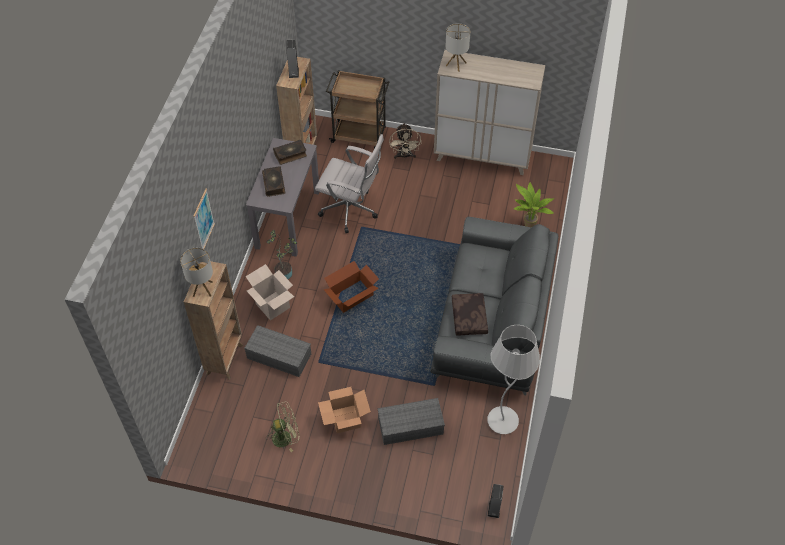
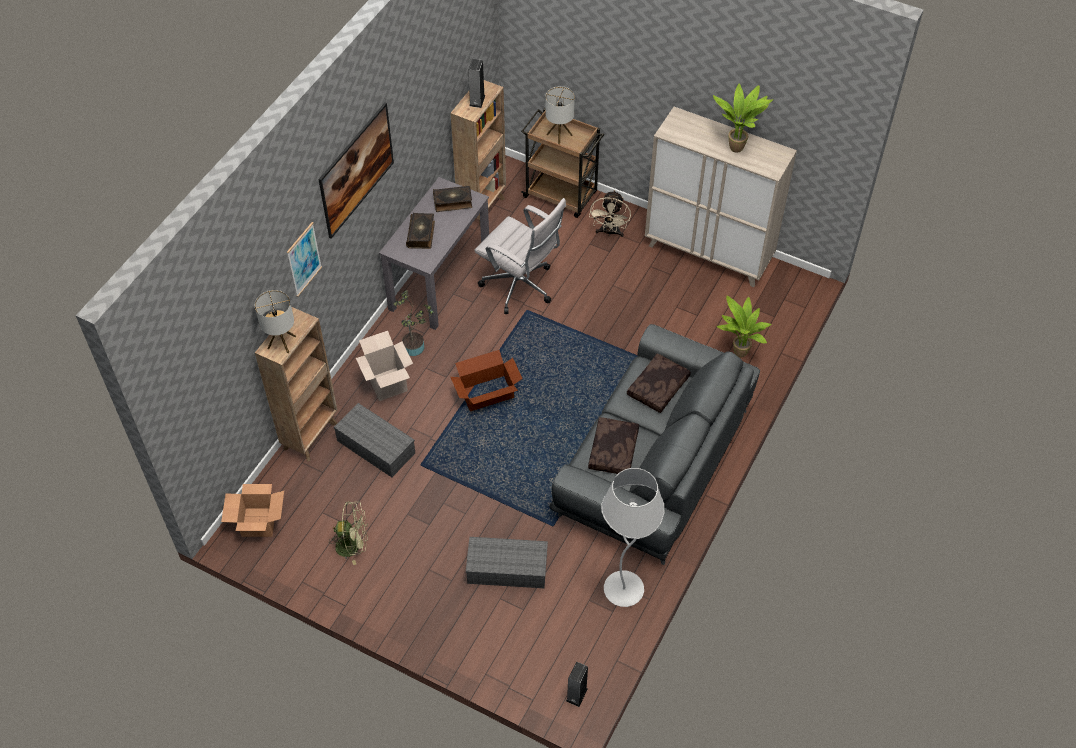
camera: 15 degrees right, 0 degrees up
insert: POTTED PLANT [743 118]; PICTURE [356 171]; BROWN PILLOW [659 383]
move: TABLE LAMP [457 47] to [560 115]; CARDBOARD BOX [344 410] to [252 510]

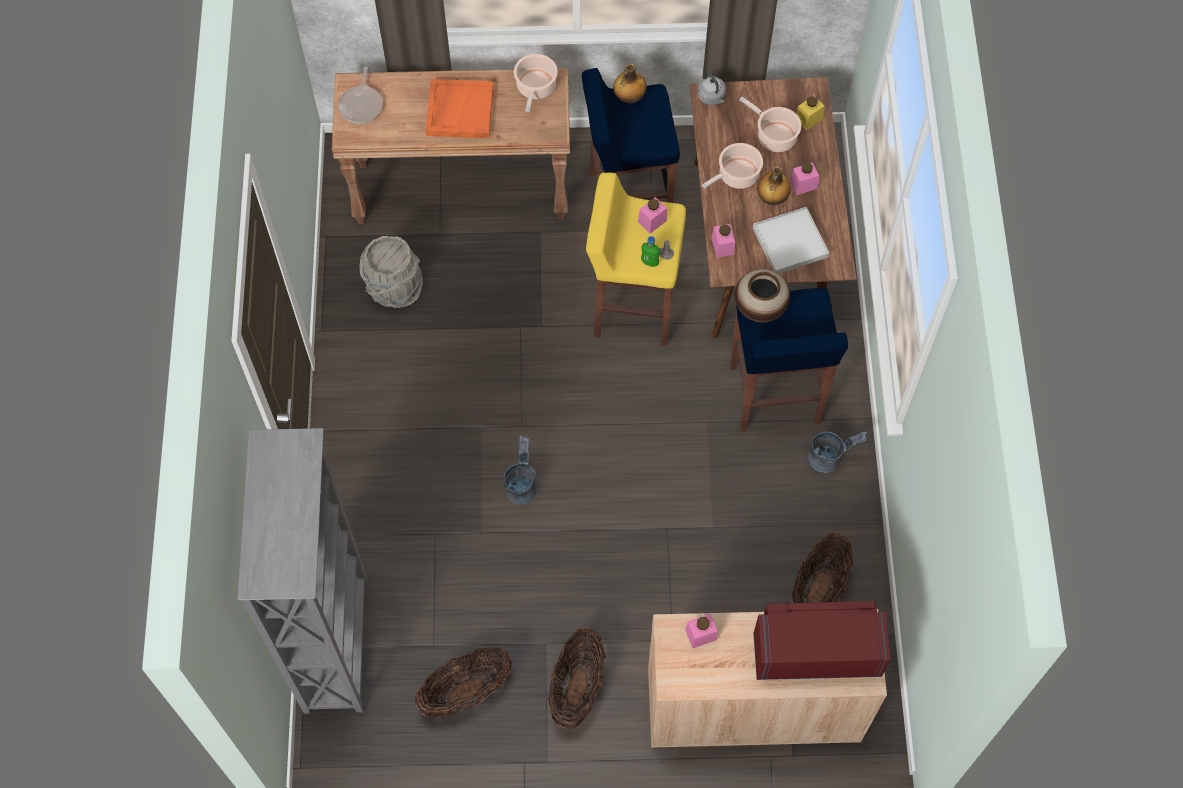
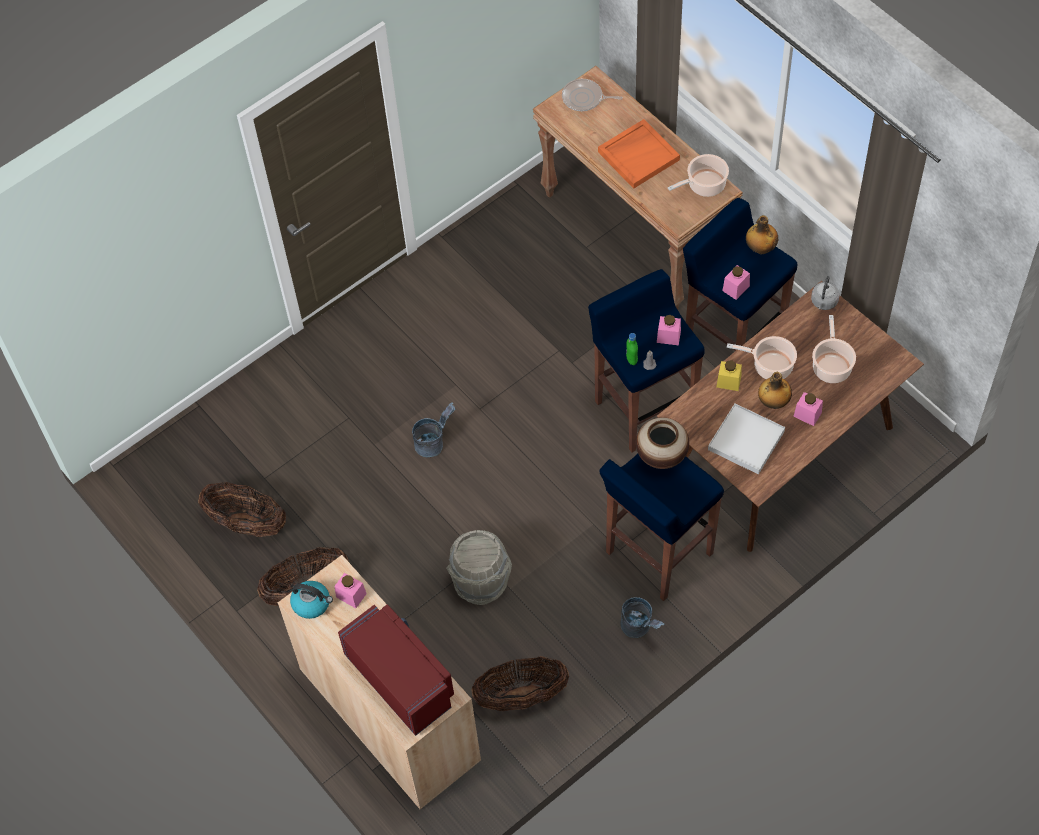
camera: 55 degrees right, 5 degrees down
delete: GREY BOOKCASE [302 571]
insert: KETTLE [311 600]
move: YELLOW JAR [810 113] to [729 375]; PINK JAR [723 241] to [736 282]; GREY BUCKET [391 272] to [479 567]
recolor: YELLOW STOOL [636 259] to BLUE STOOL [646 361]
rotate: FRYING PAN [360 95] = [592 95] 45 degrees clockwise

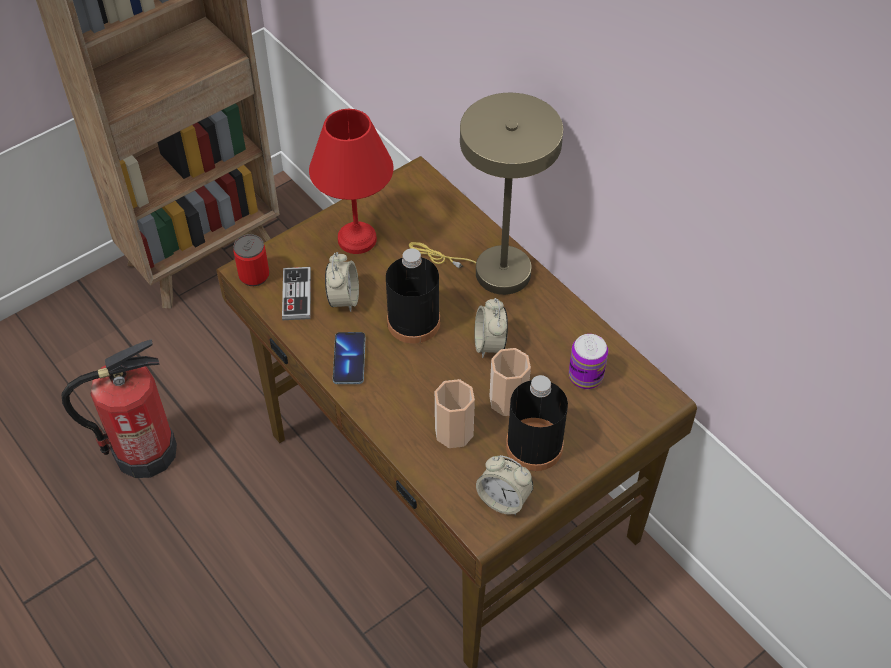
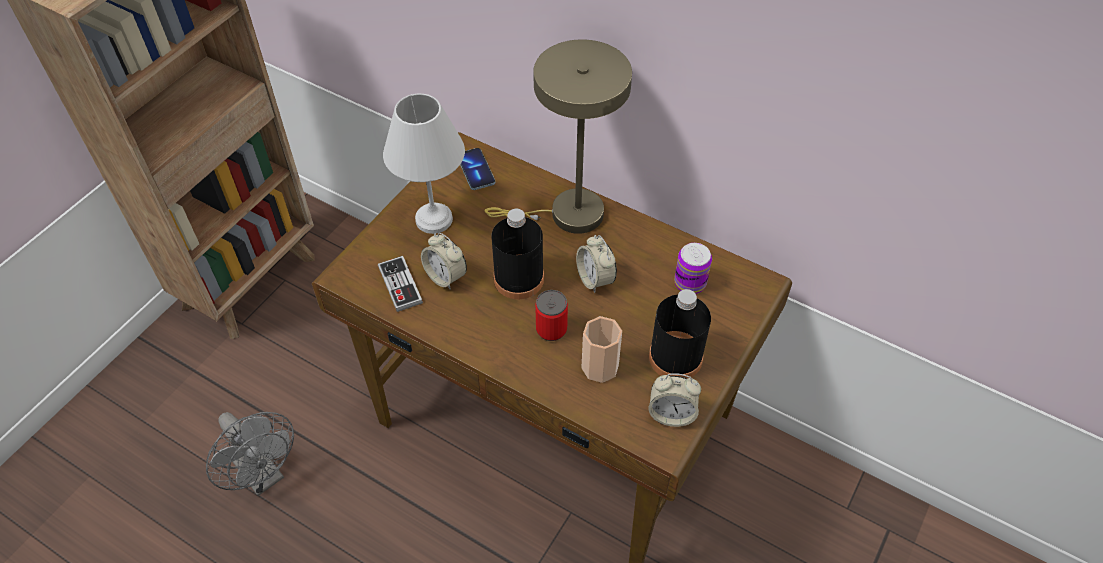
camera: 20 degrees left, 0 degrees up
delete: CUP [510 382]
move: CAN [251 260] to [551 315]; PHONE [349 358] to [477 169]
replace: FIRE EXTINGUISHER [119 408] to GREY FAN [250 454]
recolor: RED TABLE LAMP [351 181] to WHITE TABLE LAMP [424 164]
rotate: ALARM CLOCK [342 282] = [444 261] 150 degrees clockwise

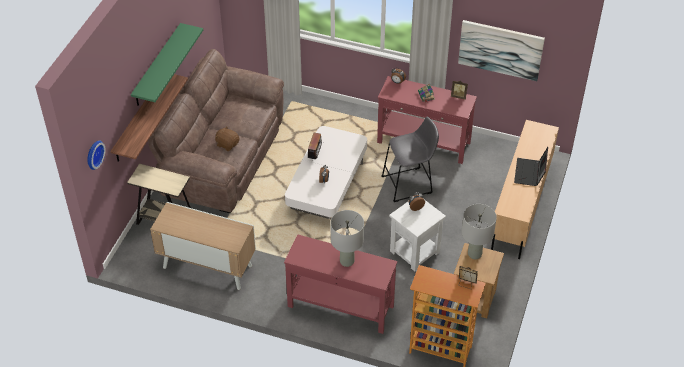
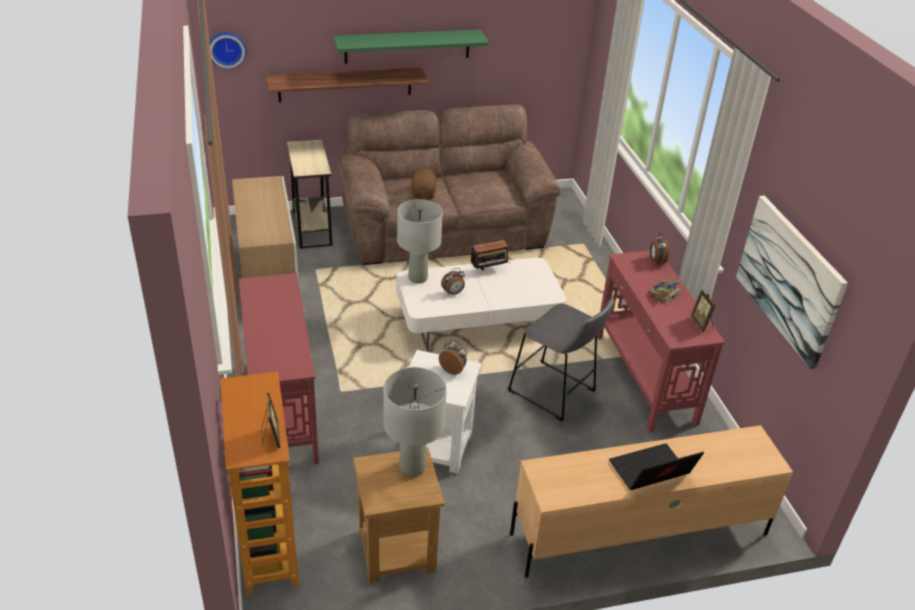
camera: 55 degrees right, 10 degrees down
move: GREY TABLE LAMP [347 238] to [420 241]

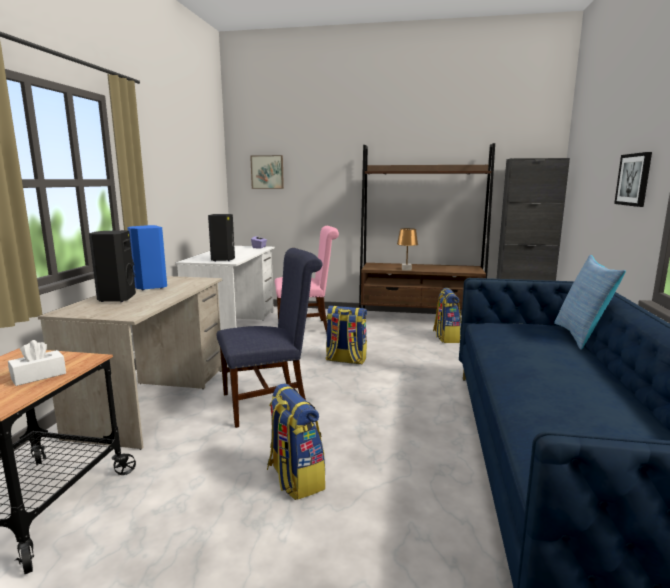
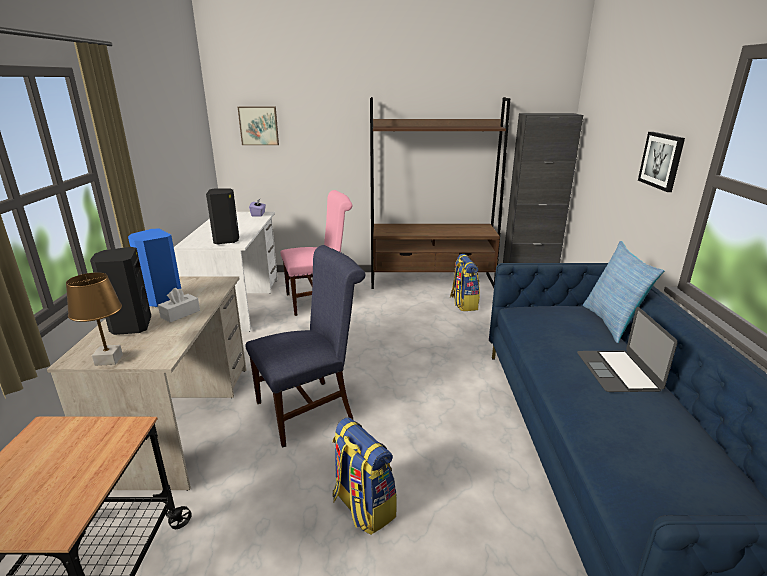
camera: 10 degrees left, 10 degrees up
delete: BACKPACK [346 335]
insert: LAPTOP [627 349]
move: BROWN TABLE LAMP [407 249] to [94 319]; WHITE TISSUE BOX [37 363] to [179 305]

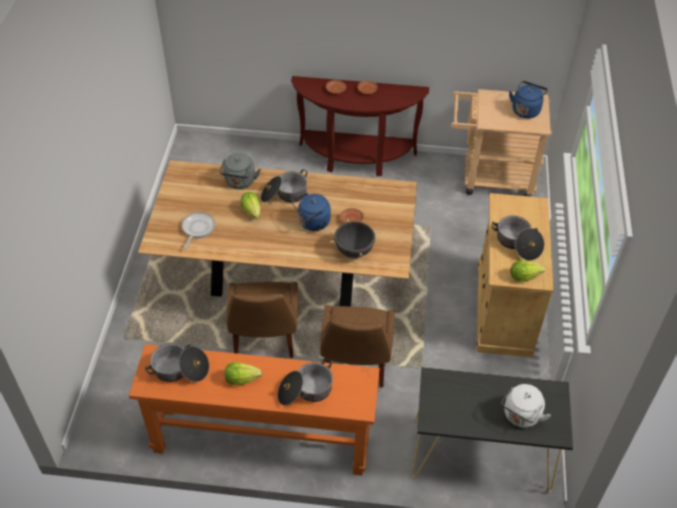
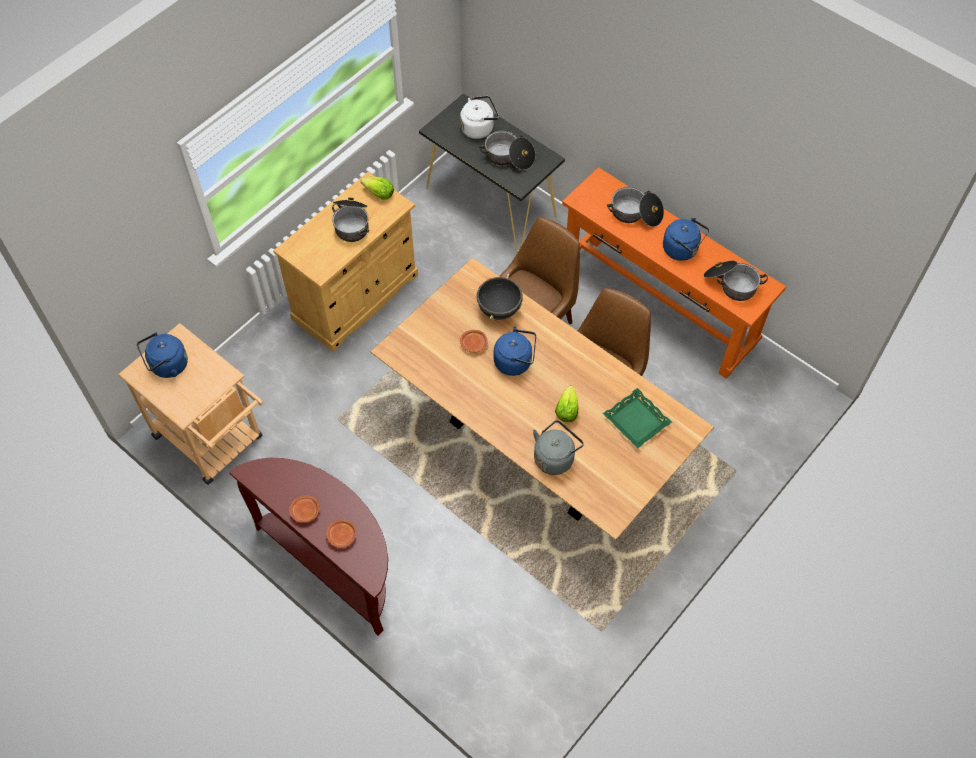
camera: 145 degrees left, 10 degrees up
move: COOKING POT [284 186] to [507 150]
replace: FRYING PAN [198 230] to GREEN TRAY [637 418]; LETTUCE [243 373] to BLUE KETTLE [686 239]

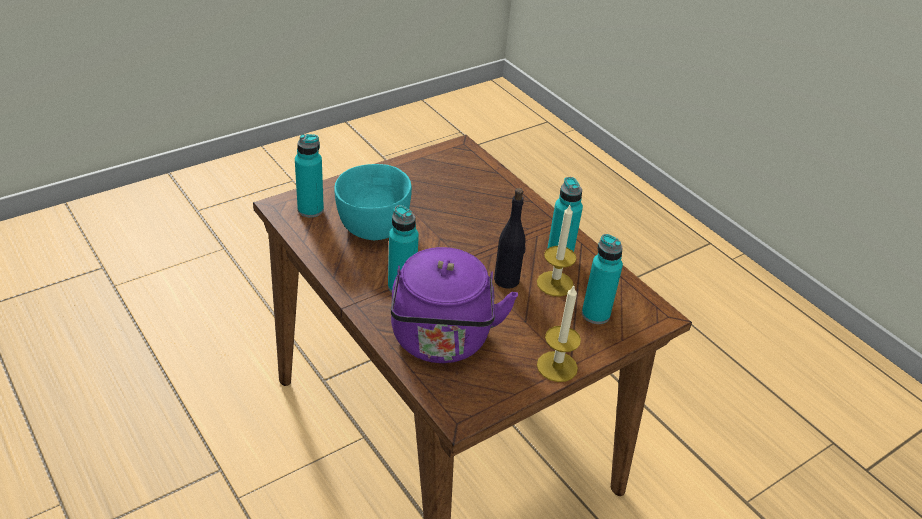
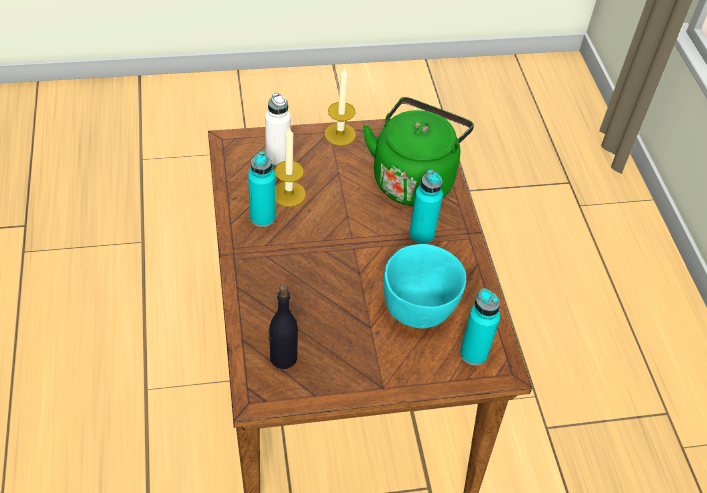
camera: 155 degrees left, 10 degrees up
move: BLACK BOTTLE [510 238] to [283 327]
recolor: TURQUOISE BOTTLE [602 279] to WHITE BOTTLE [278 130]; PURPLE KETTLE [454 305] to GREEN KETTLE [418 151]

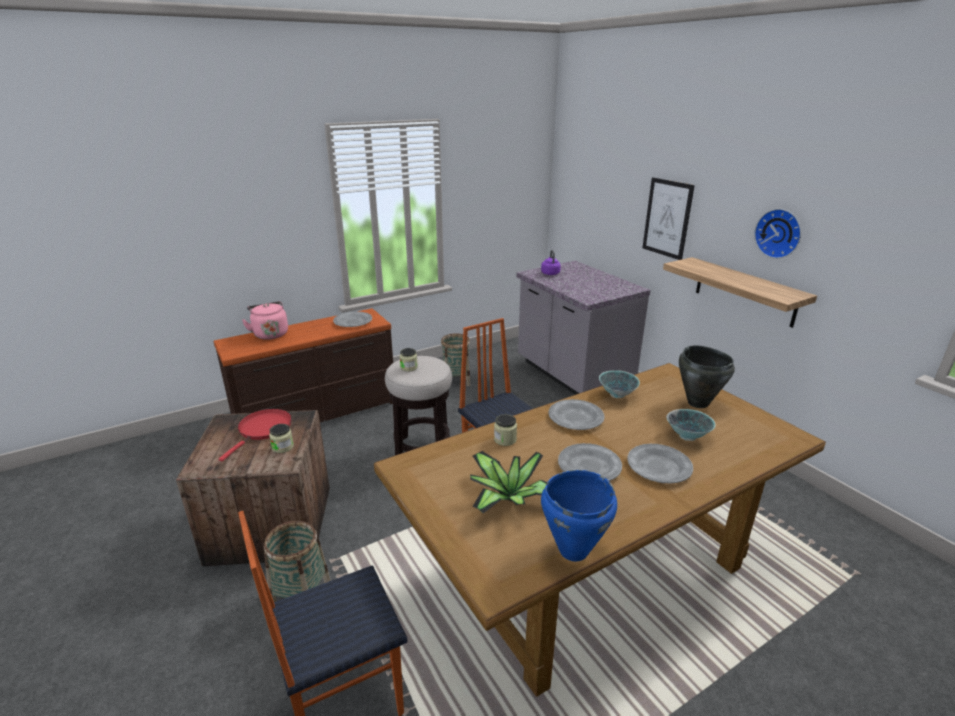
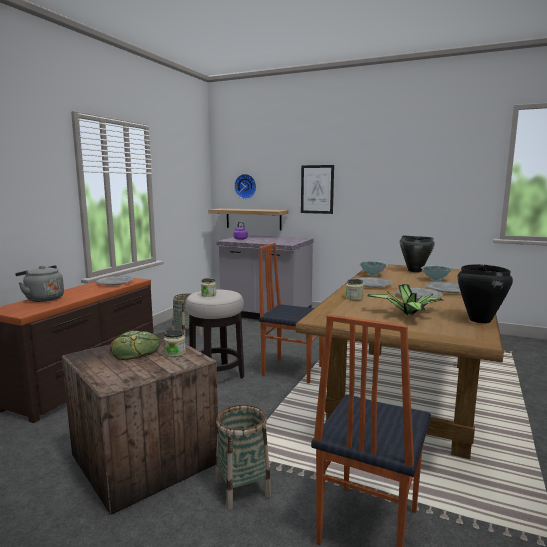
camera: 35 degrees left, 15 degrees down
move: WALL CLOCK [777 234] to [245 186]; SHELF [740 292] to [248 219]
replace: RED FRYING PAN [255 435] to BREAD [135 345]
recolor: PINK KETTLE [265 320] to GREY KETTLE [39 283]; BLUE COOKING POT [579 515] to BLACK COOKING POT [485 293]

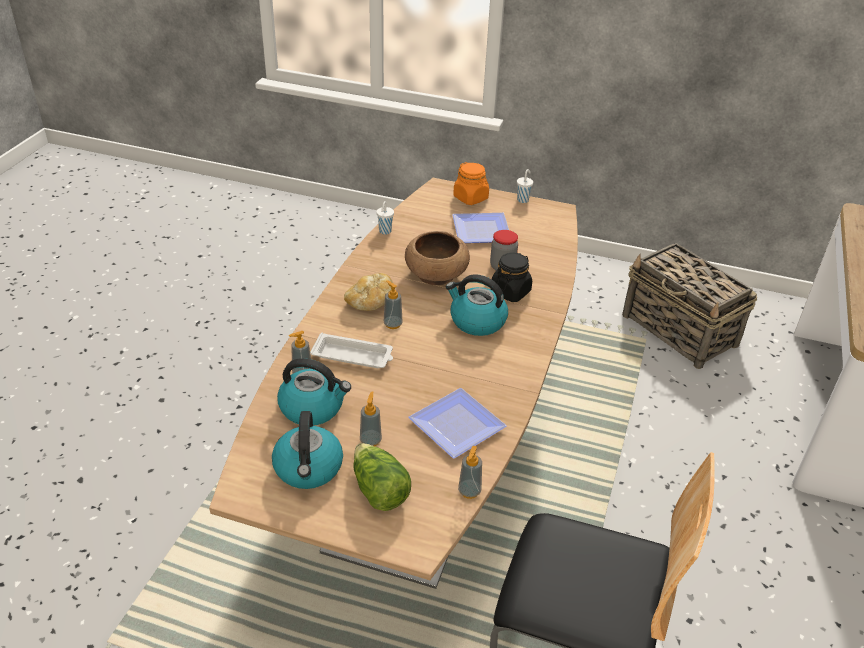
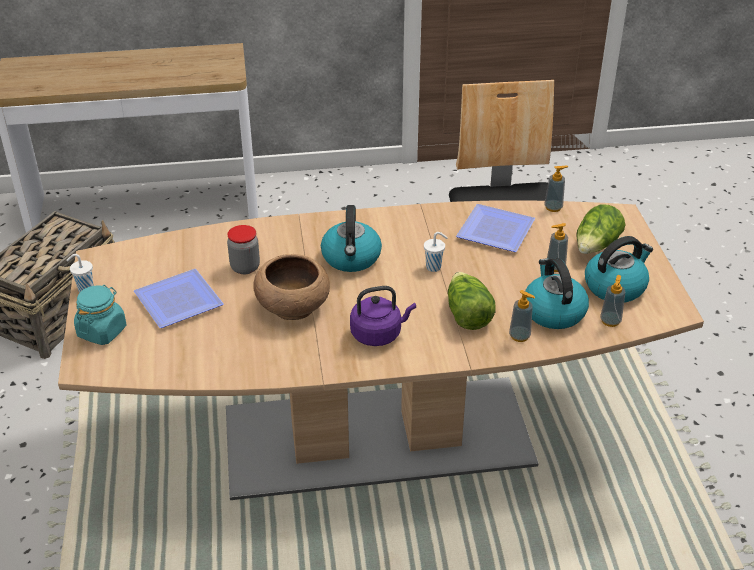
camera: 115 degrees left, 0 degrees up
delete: BLACK JAR [511 277]
move: WHITE CUP [385 218] to [436 252]; SOAP DISPENSER [393 304] to [612 301]
replace: BREAD [368 292] to PURPLE KETTLE [383 316]; WHITE TRAY [351 350] to LETTUCE [472 301]
recolor: ORANGE JAR [471 183] to TURQUOISE JAR [100 315]

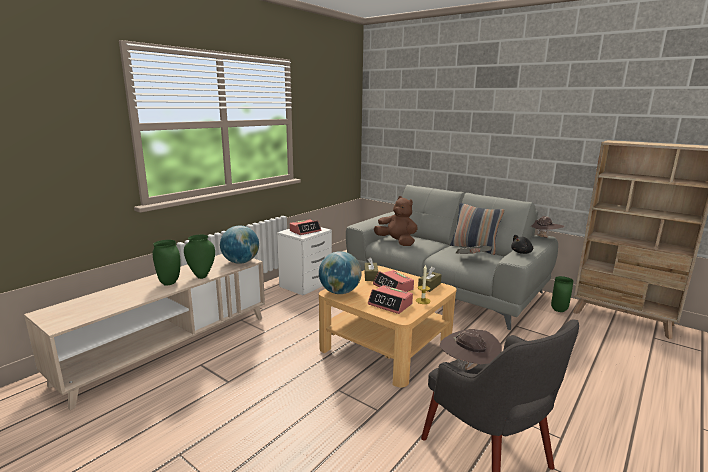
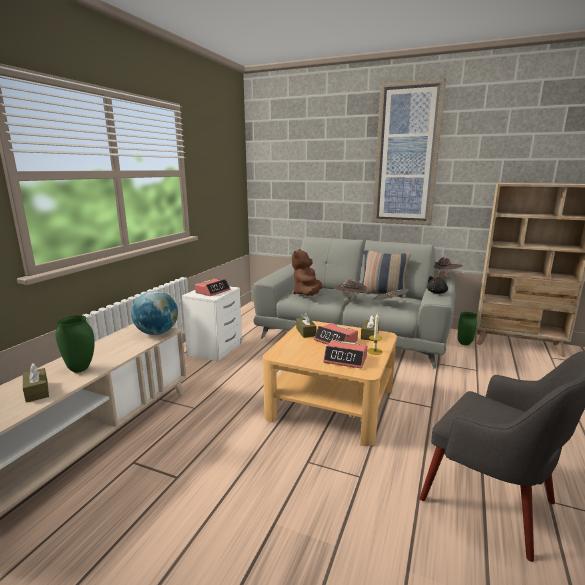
camera: 15 degrees left, 0 degrees up
delete: GREEN VASE [199 257]; GLOBE [340 272]
insert: PICTURE [409 151]; BROWN TISSUE BOX [36 383]
move: BROWN HAT [470 349] to [350 290]
rotate: BROWN PLUSH TOY [395 221] = [307 272] 105 degrees counterclockwise

